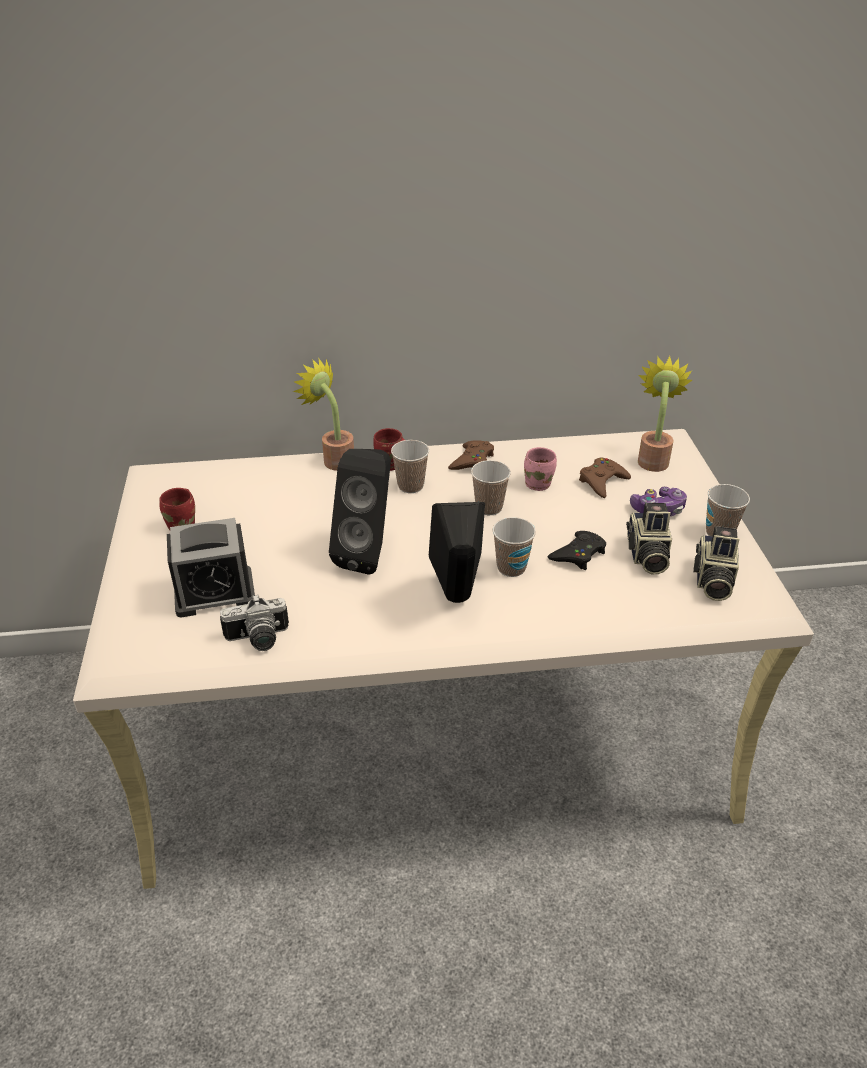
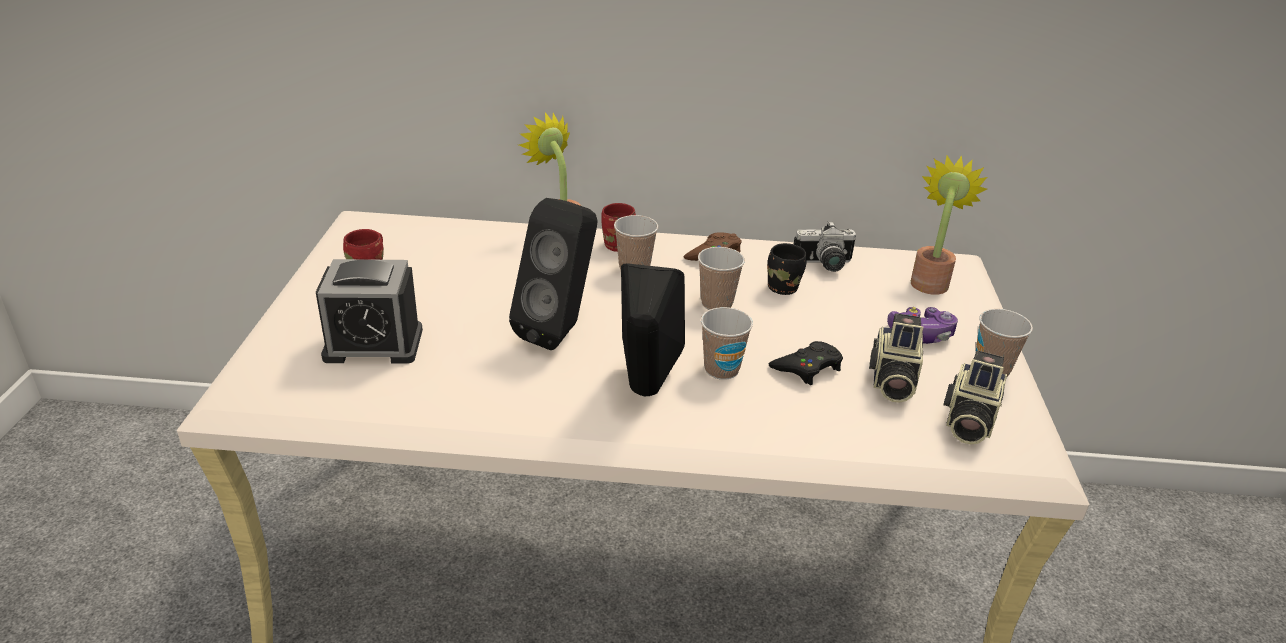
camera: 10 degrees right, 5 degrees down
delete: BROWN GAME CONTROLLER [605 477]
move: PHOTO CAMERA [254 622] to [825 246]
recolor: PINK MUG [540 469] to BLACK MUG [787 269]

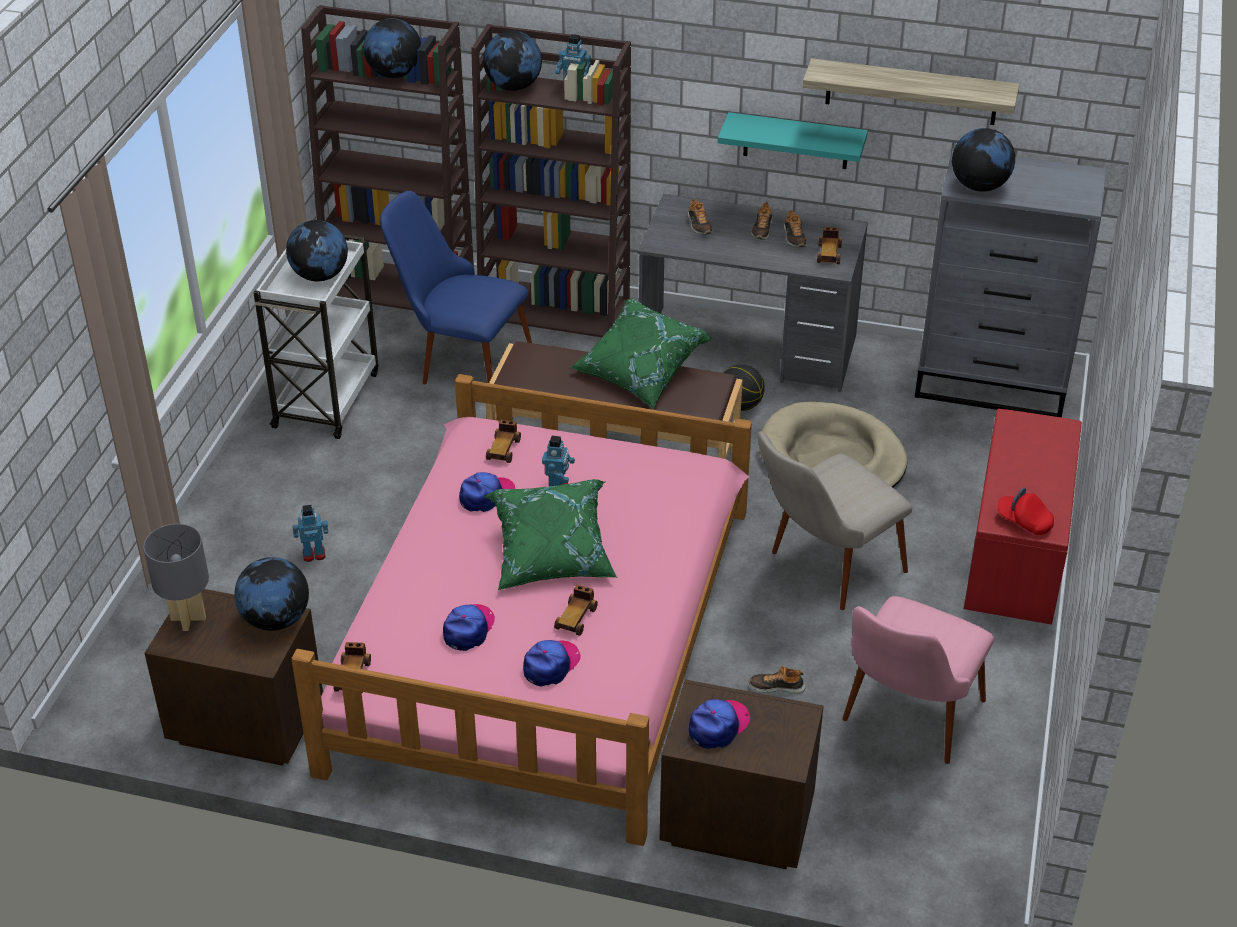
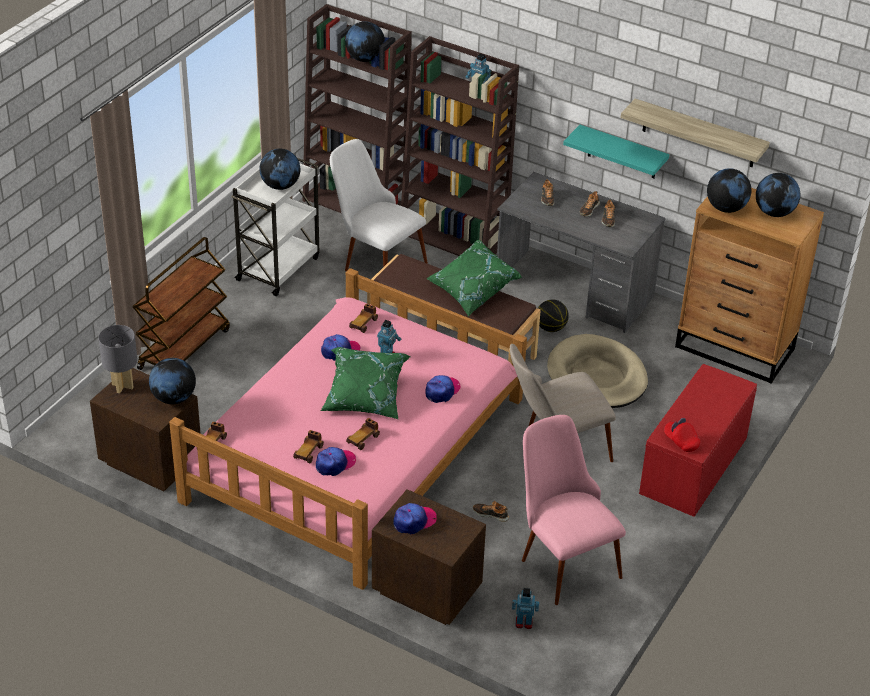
camera: 15 degrees right, 0 degrees up
insert: BROWN CART [181 303]
move: GLOBE [512 60] to [778 195]; TOY CAR [829 245] to [308 446]; TOY ROBOT [310 533] to [525 608]; CAP [469 627] to [443 389]
recolor: GREY DRESSER [1010 283] to BROWN DRESSER [749 286]; BLUE CHAIR [456 287] to WHITE CHAIR [379 205]
rotate: PINK CHAIR [918 680] = [574 510] 105 degrees clockwise

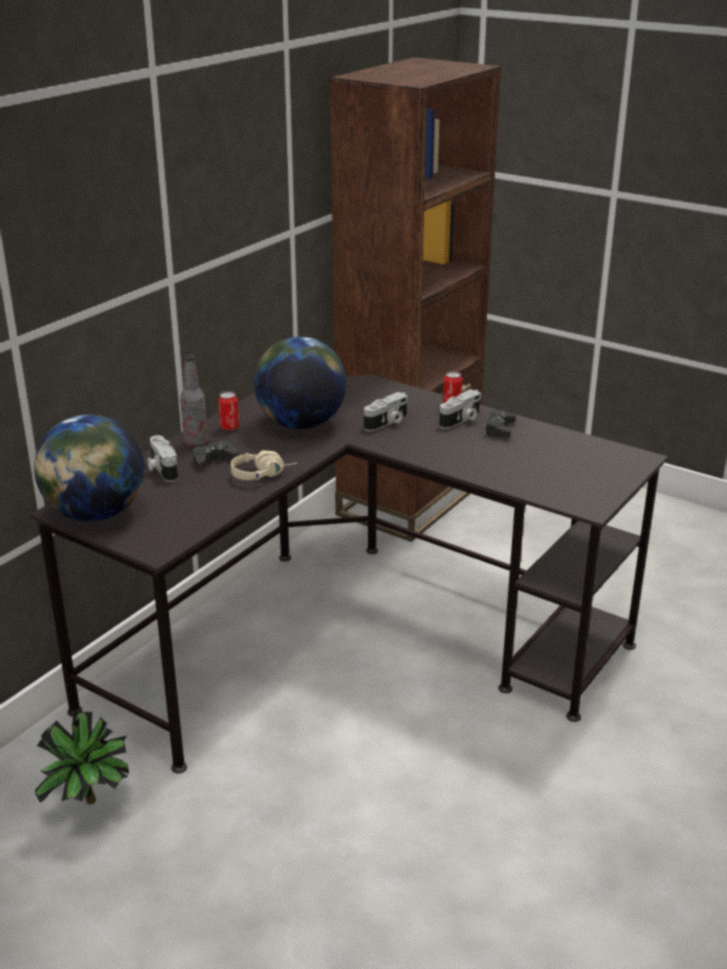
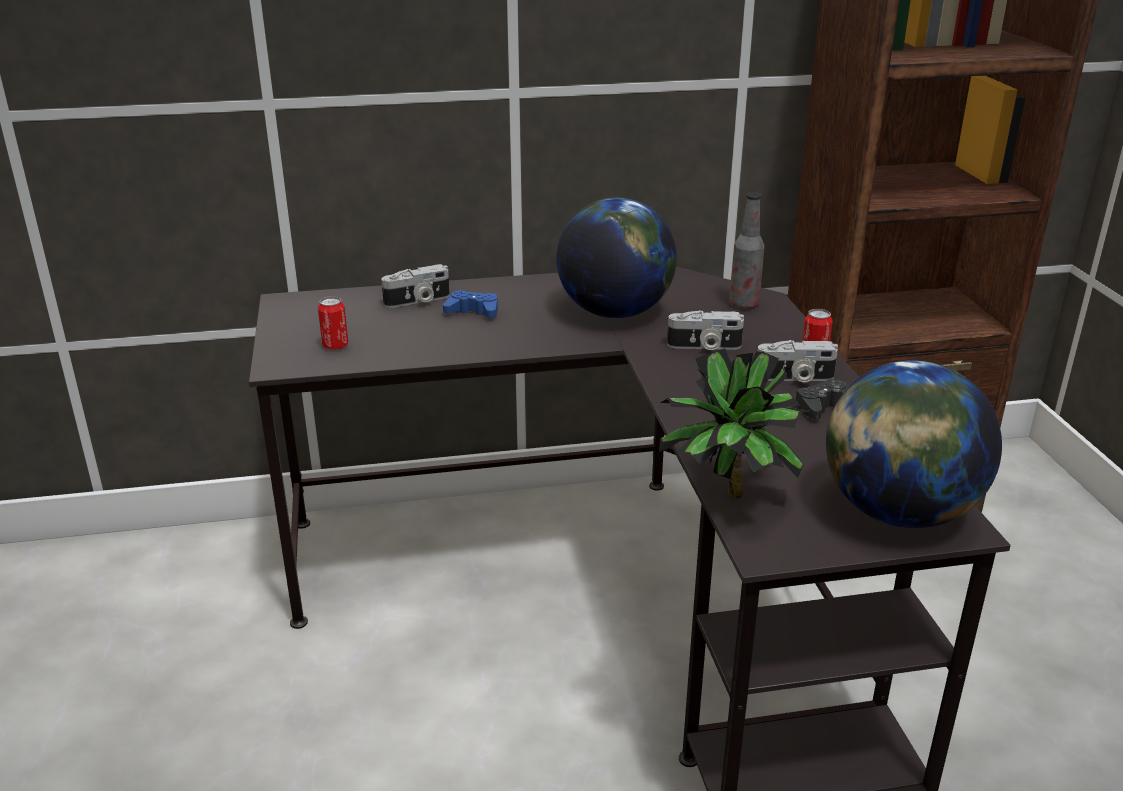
camera: 45 degrees right, 0 degrees up
delete: BEIGE HEADPHONES [264 465]
move: BOTTLE [194 400] to [747 250]; CAN [228 410] to [333 323]; GLOBE [89 468] to [914 444]; POTTED PLANT [82 758] to [734 423]
recolor: BLACK GAME CONTROLLER [216 455] to BLUE GAME CONTROLLER [470 304]
rotate: PHOTO CAMERA [162 458] = [415 286] 135 degrees counterclockwise

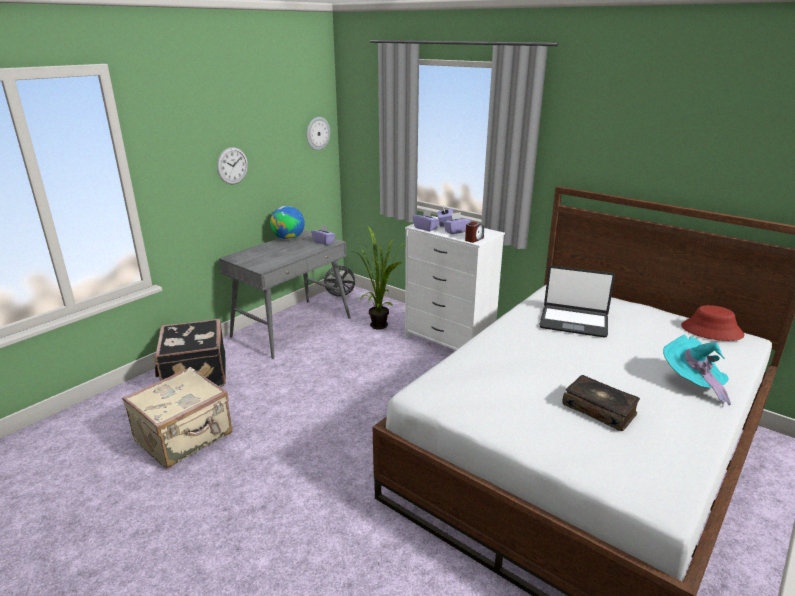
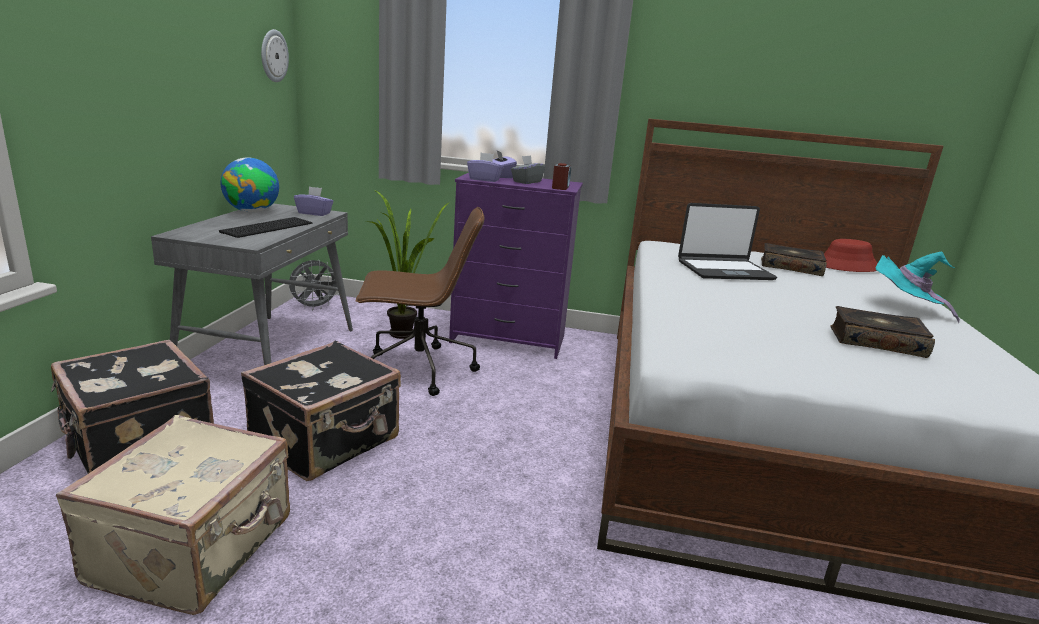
camera: 30 degrees left, 5 degrees down
delete: WALL CLOCK [232 165]
insert: BROWN OFFICE CHAIR [420 301]; KEYBOARD [265 227]; BOOK [794 259]; BLACK SUITCASE [321 411]
recolor: PURPLE TISSUE BOX [457 223] to GREY TISSUE BOX [528 169]; WHITE DRESSER [455 283] to PURPLE DRESSER [516 265]

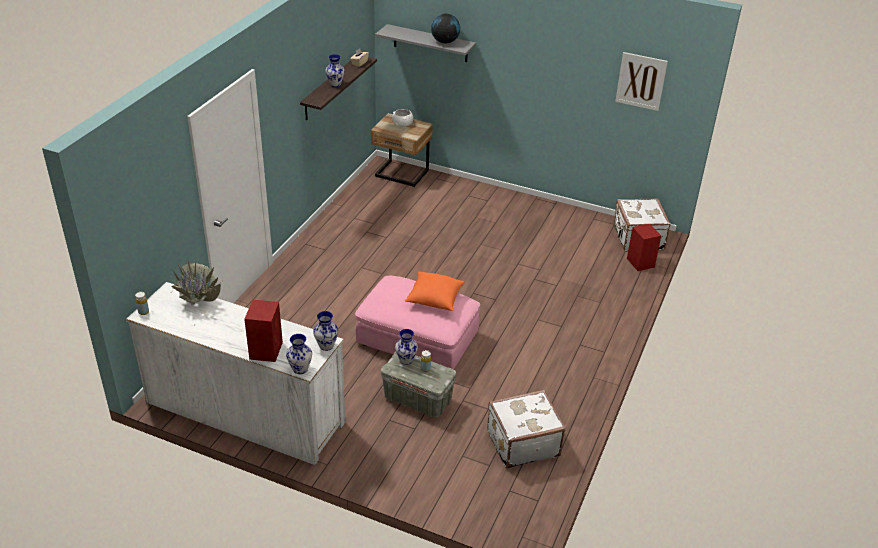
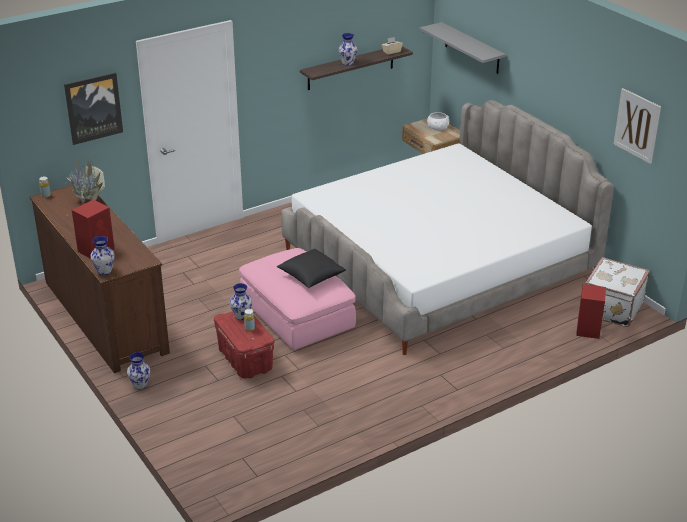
camera: 35 degrees right, 5 degrees down
delete: GLOBE [445 29]; WHITE SUITCASE [526 429]
insert: PICTURE [93 108]; BED [447 227]
move: VASE [325 331] to [138 371]
recolor: ORANGE PILLOW [435 291] to BLACK PILLOW [311 268]; WHITE DRESSER [235 373] to BROWN DRESSER [100 279]; GREY STORAGE BOX [418 384] to RED STORAGE BOX [244 345]

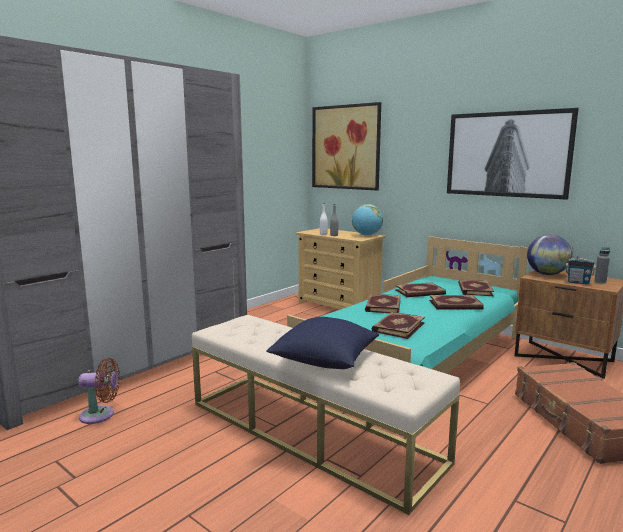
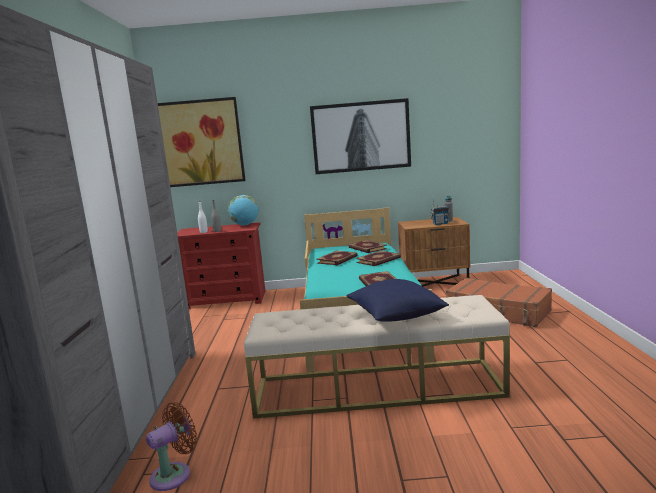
camera: 40 degrees left, 0 degrees up
delete: GLOBE [549 255]; BOOK [383 303]
recolor: BEIGE DRESSER [340 268] to RED DRESSER [221 265]

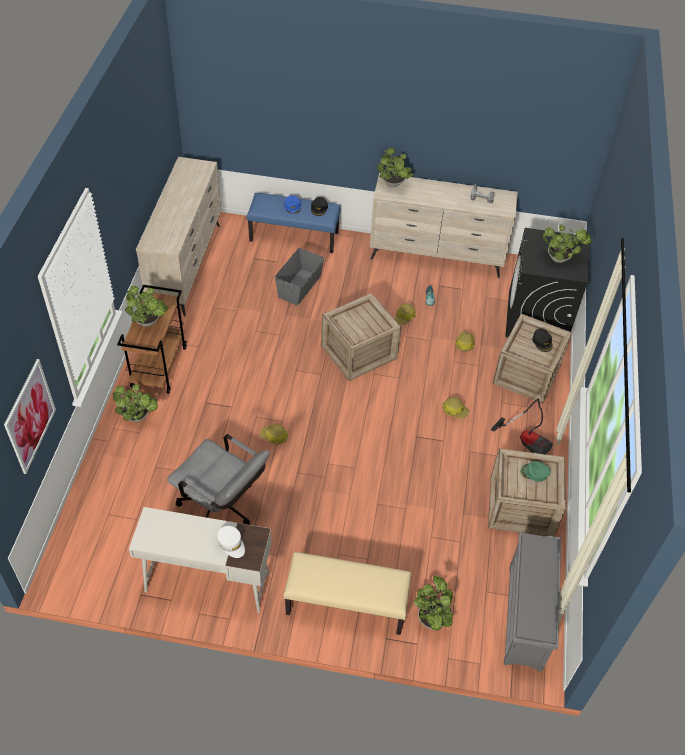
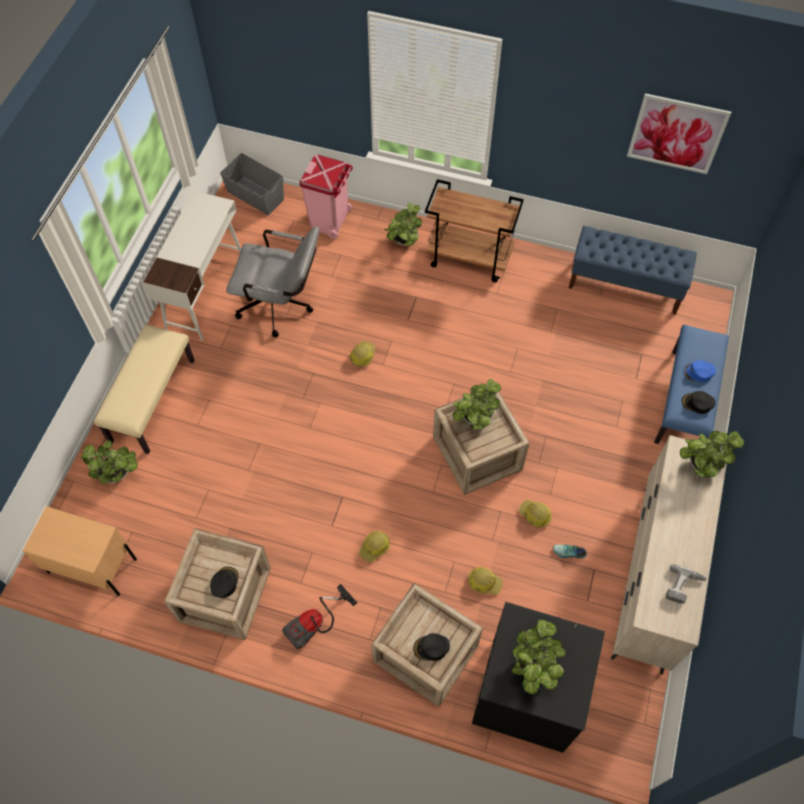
camera: 100 degrees right, 10 degrees up
delete: WHITE CAP [231 542]
insert: PINK TRASH CAN [326 196]
move: GREY STORAGE BOX [299 277] to [252 184]; POTTED PLANT [146 306] to [477 404]; PICTURE [30 416] to [679 133]
replace: BEIGE DRESSER [178 236] to BLUE BENCH [633 270]; GREY SHOE RACK [532 602] to BEIGE NIGHTSTAND [79 551]
recolor: GREEN CAP [535 471] to BLACK CAP [224 582]
rotate: GREY OFFICE CHAIR [218 479] = [272 281] 120 degrees counterclockwise

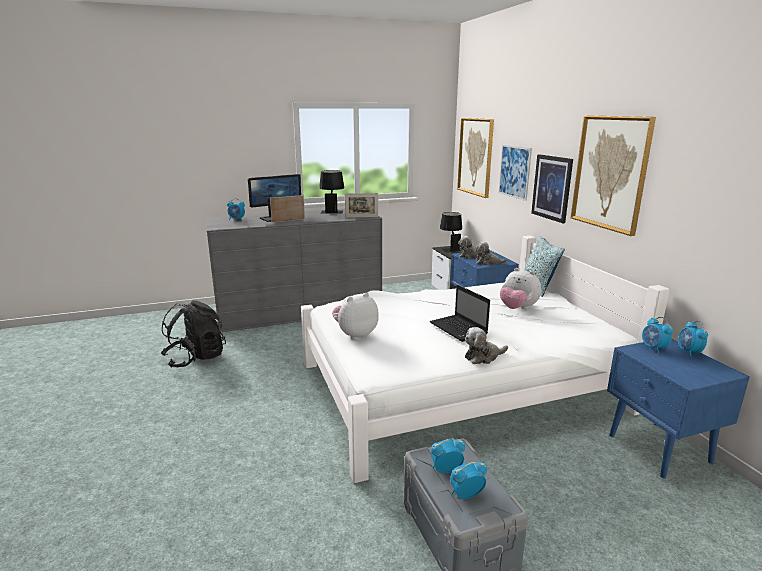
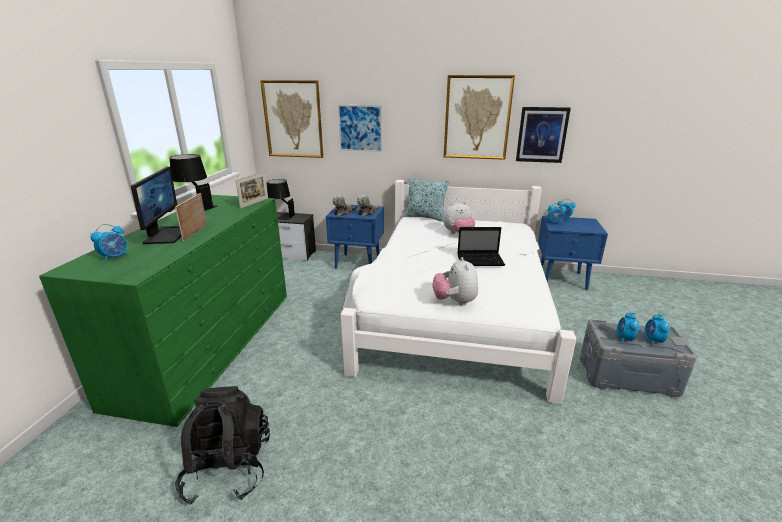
camera: 60 degrees left, 5 degrees up
delete: PLUSH TOY [486 345]
move: PICTURE [552 188] to [543 135]
recolor: GREY DRESSER [294 270] to GREEN DRESSER [163 311]

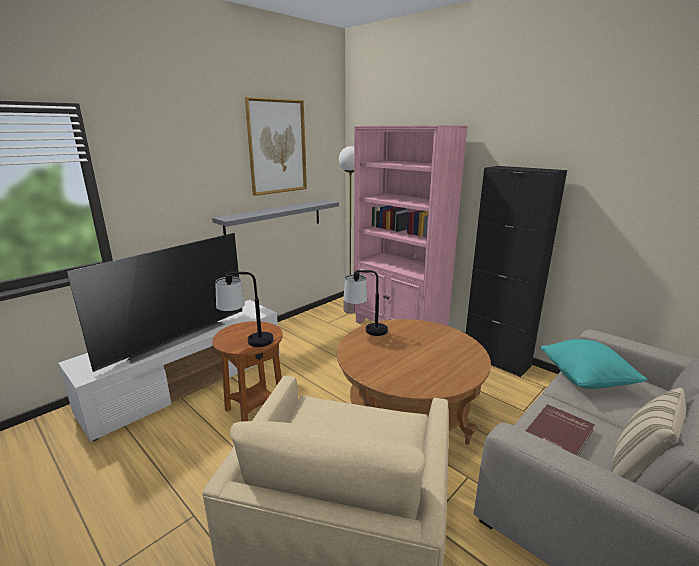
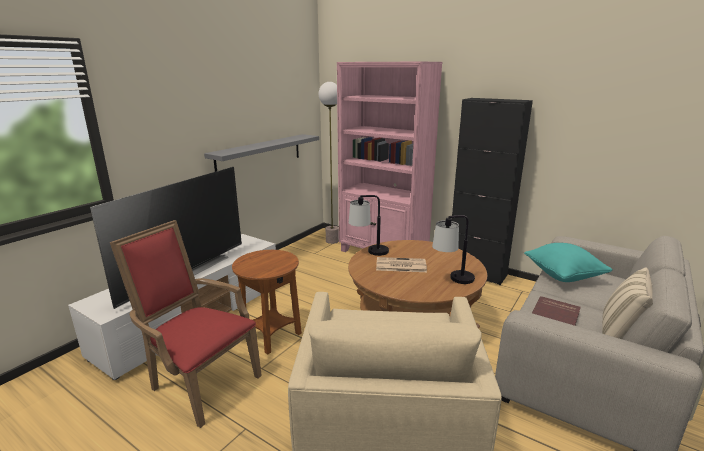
camera: 10 degrees left, 0 degrees up
delete: PICTURE [276 146]
insert: RED ARMCHAIR [186 324]; NEWSPAPER [401 264]
move: TABLE LAMP [244 309] to [453 249]

